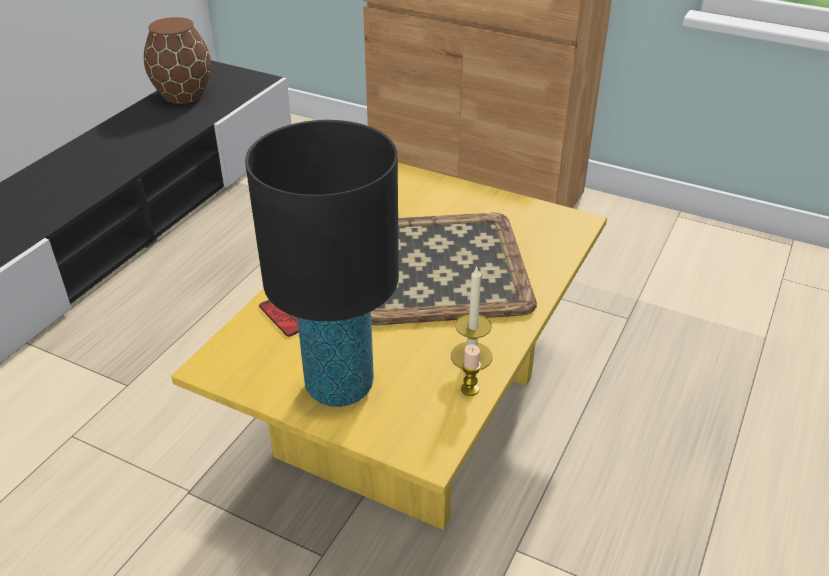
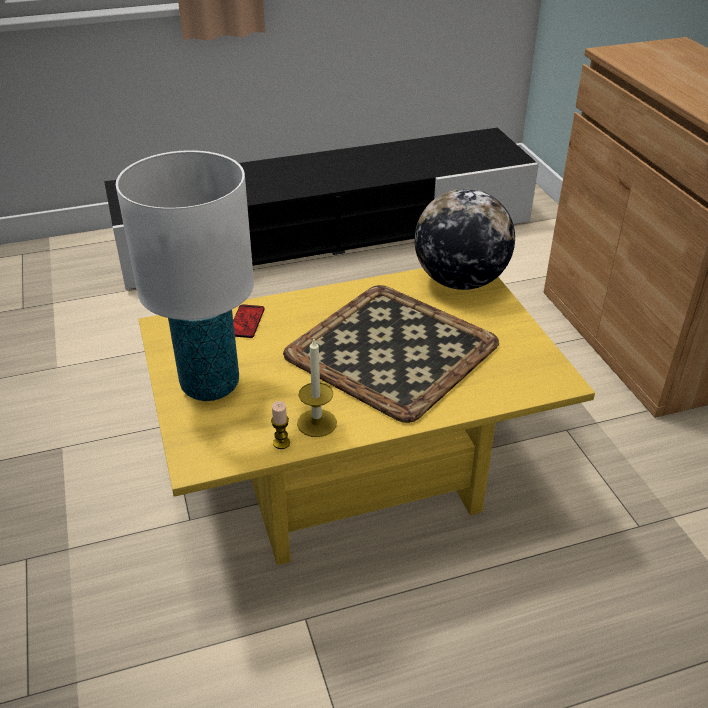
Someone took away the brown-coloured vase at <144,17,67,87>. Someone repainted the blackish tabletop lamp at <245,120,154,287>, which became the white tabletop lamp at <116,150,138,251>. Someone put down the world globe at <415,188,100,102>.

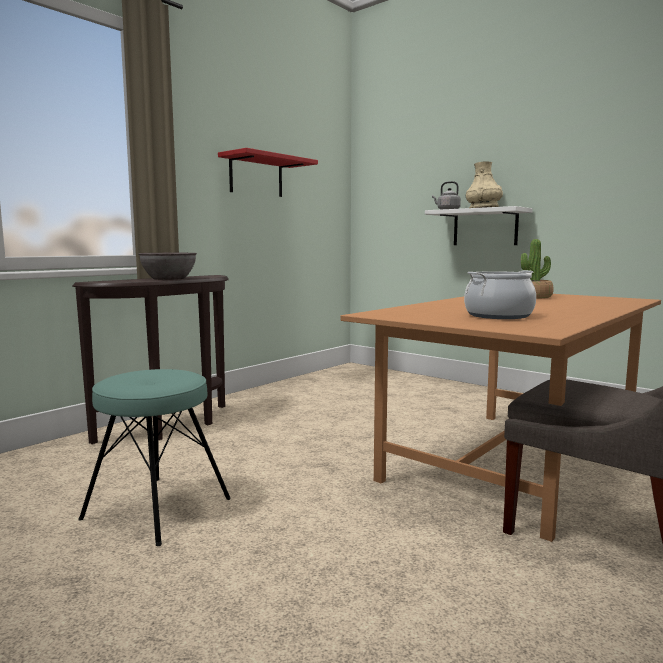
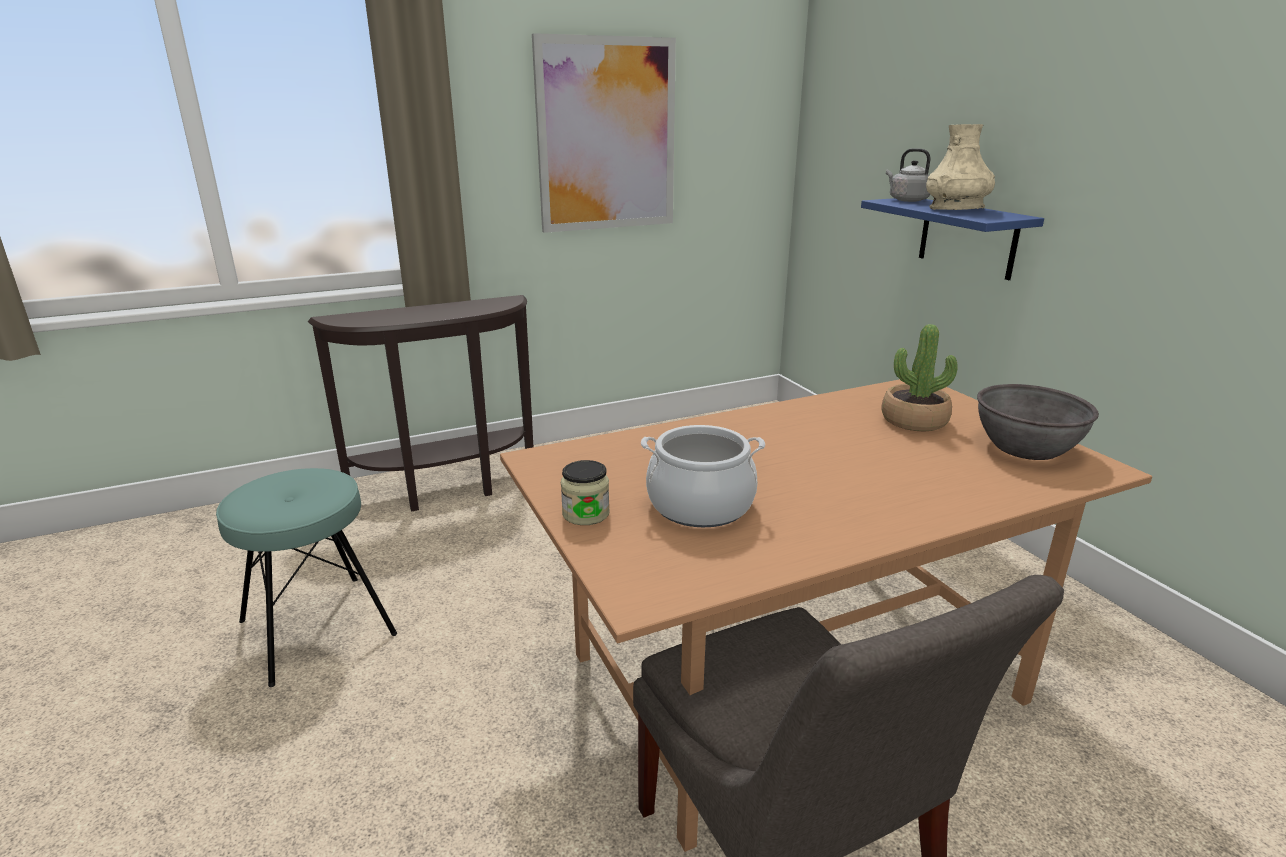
Someone carried the greyish serving bowl from <138,253,59,27> to <977,384,122,76>. Someone swapped the red shelf at <218,148,100,49> for the wall picture at <532,33,144,200>. Someone repainted the white shelf at <425,206,108,39>, which became the blue shelf at <861,198,183,82>. Someone put down the storage jar at <561,460,49,65>.

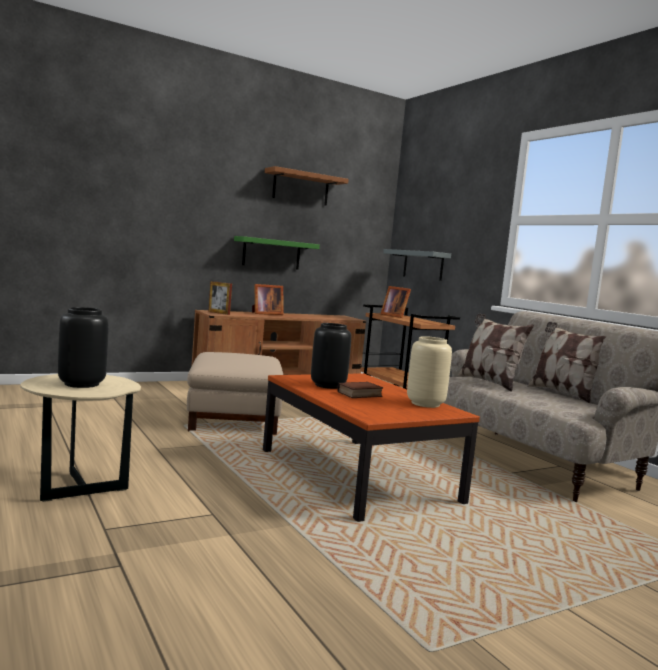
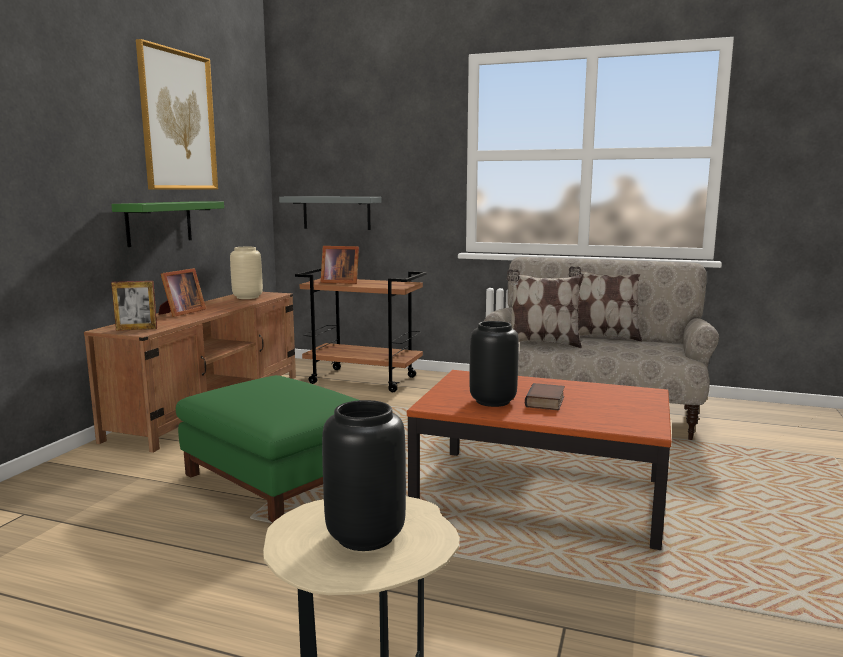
Someone repainted the sand-coloured pouffe at <187,352,96,83>, which became the green pouffe at <176,375,182,148>. Someone swapped the brown-coloured shelf at <265,166,84,40> for the wall picture at <136,39,82,151>. Someone carried the sand-coloured vase from <407,336,45,72> to <230,247,33,52>.

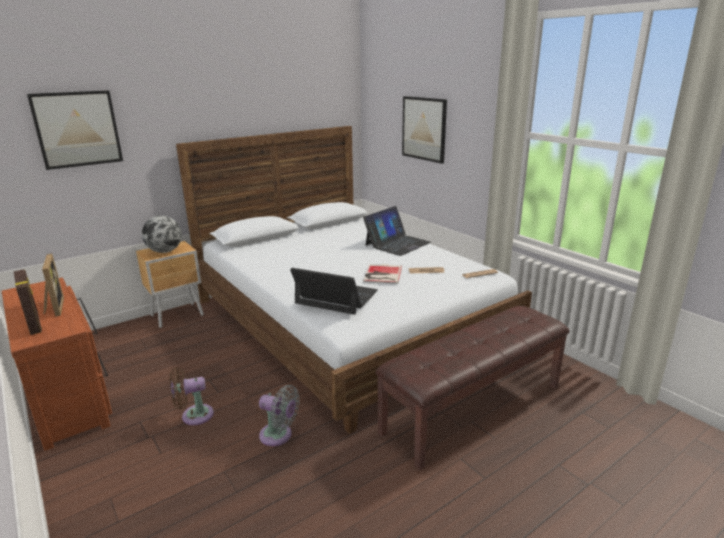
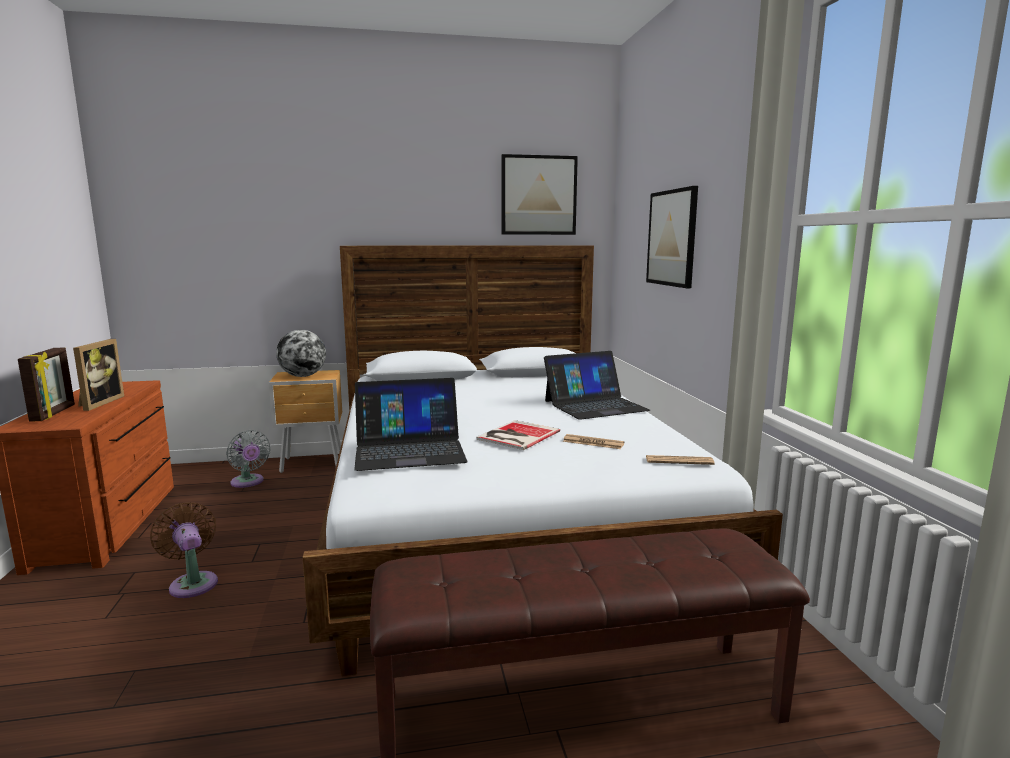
Someone carried the wall picture from <27,90,96,80> to <501,154,77,81>. Someone rotated the brown-coloured electric fan at <170,367,44,58> by 45 degrees clockwise. Someone carried the greyish electric fan from <259,385,41,61> to <226,430,45,58>. Someone rotated the laptop at <290,268,88,47> by 120 degrees clockwise.

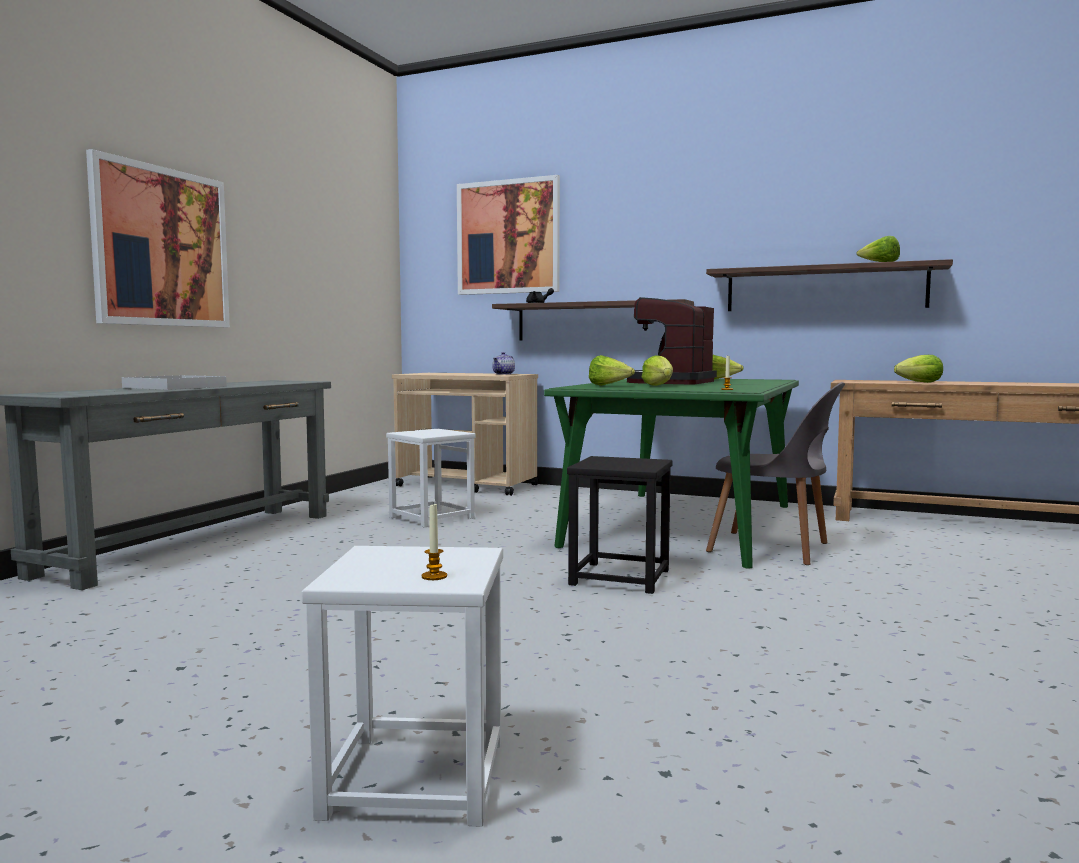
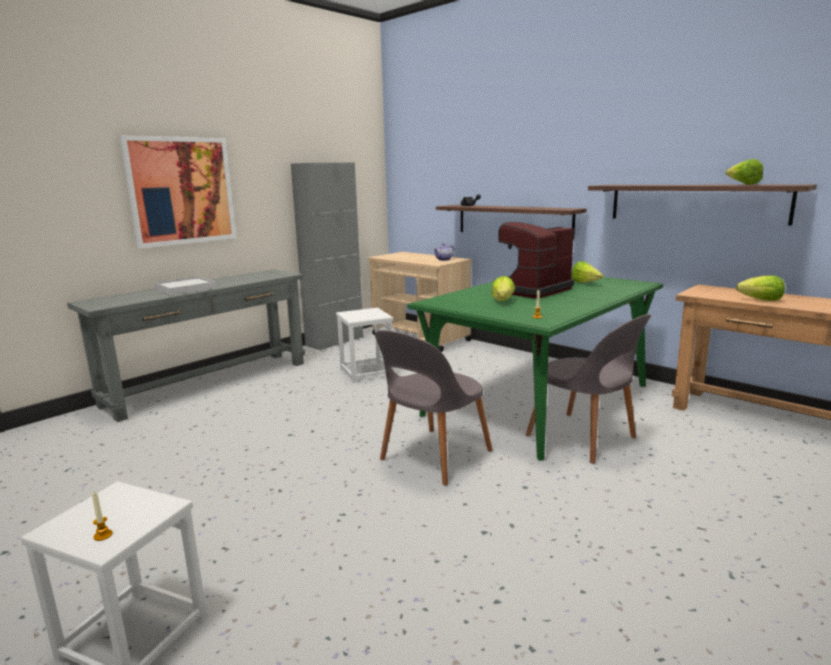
Someone took away the wall picture at <457,175,103,120>. Someone swapped the blackish stool at <567,456,105,138> for the greyish plain chair at <375,330,117,155>. Someone took away the lettuce head at <589,355,46,31>. Someone put down the greyish cupboard at <291,163,73,188>.

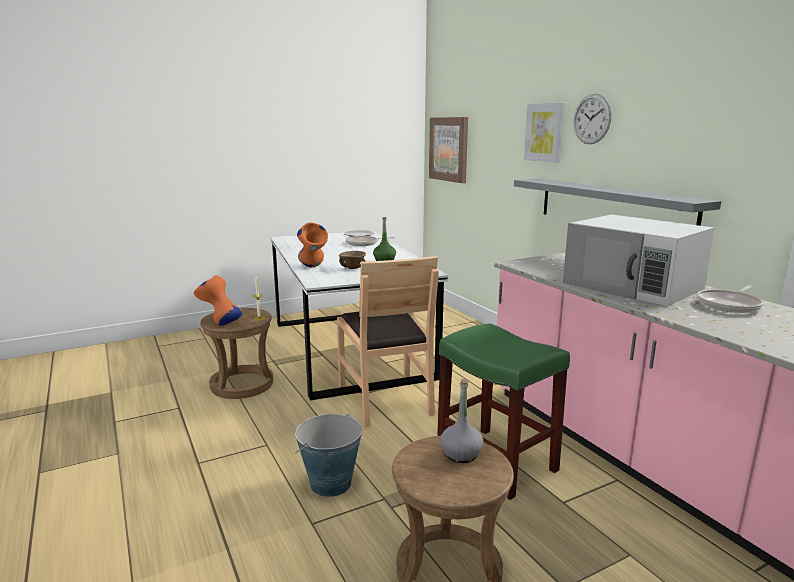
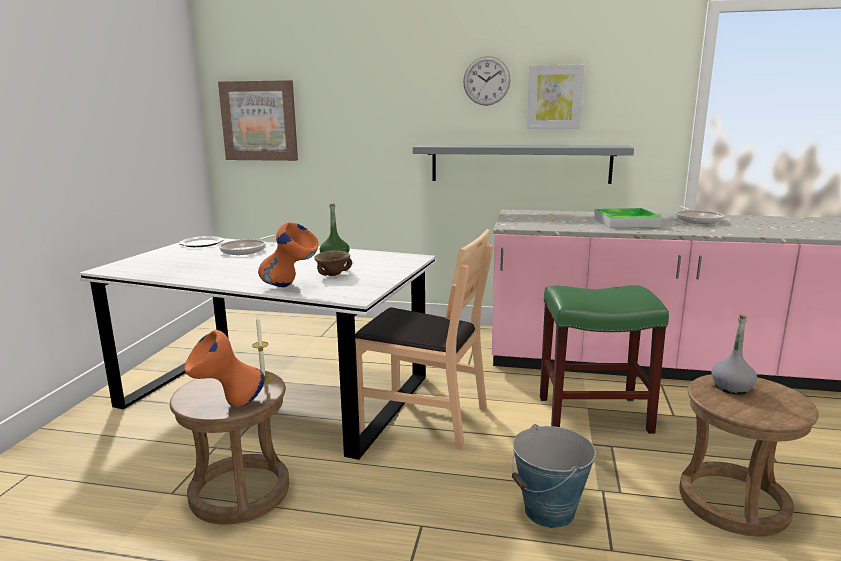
Someone carried the wall picture from <524,103,41,60> to <527,65,57,64>. Someone swapped the white microwave oven at <563,214,152,92> for the carrying tray at <594,208,68,20>.

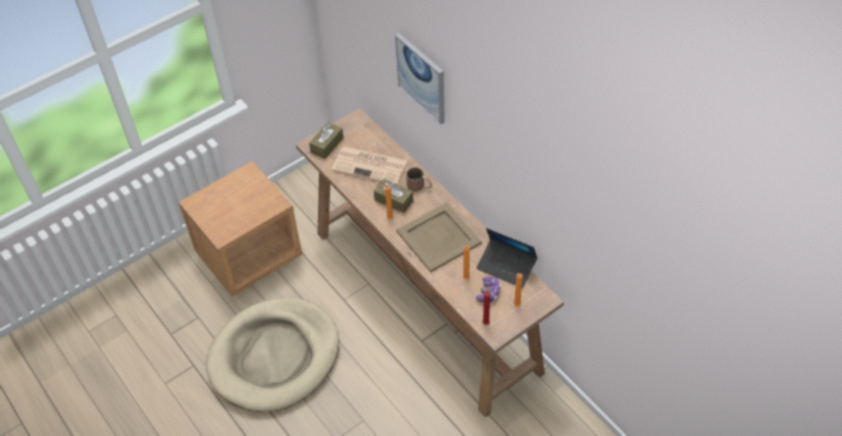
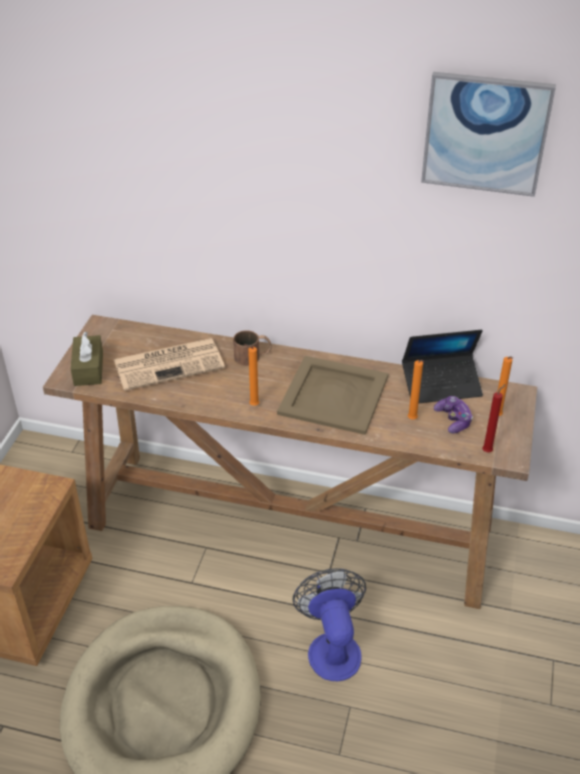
Someone took away the brown-coloured box of tissues at <374,179,39,34>. Someone carried the wall picture from <395,33,50,92> to <421,72,135,125>. Someone put down the electric fan at <293,568,73,113>.

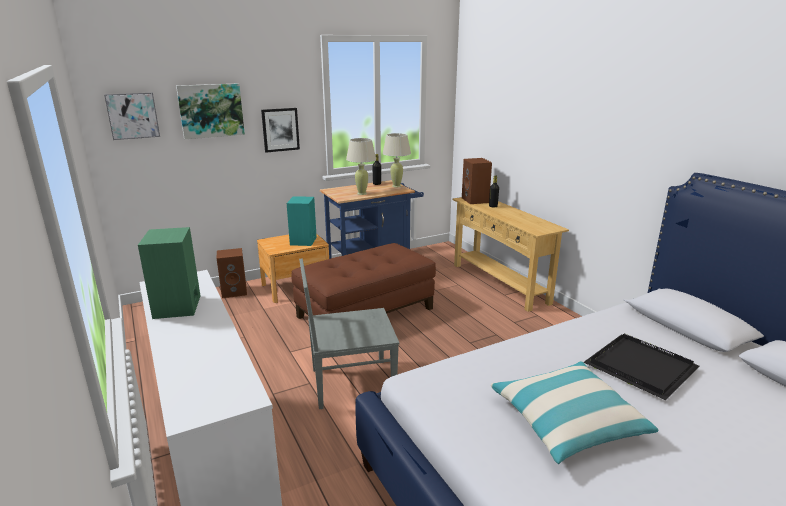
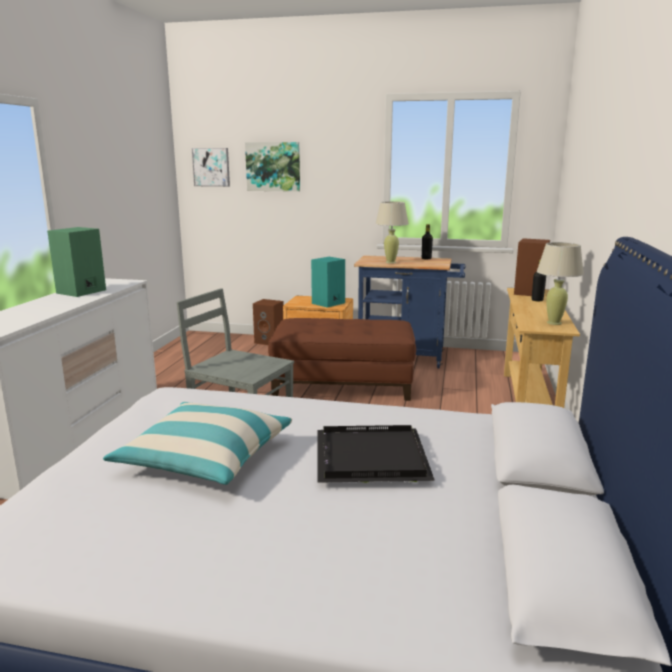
Someone took away the wall picture at <261,108,39,45>. Someone carried the sand-coloured tabletop lamp from <383,133,28,55> to <537,242,47,83>.

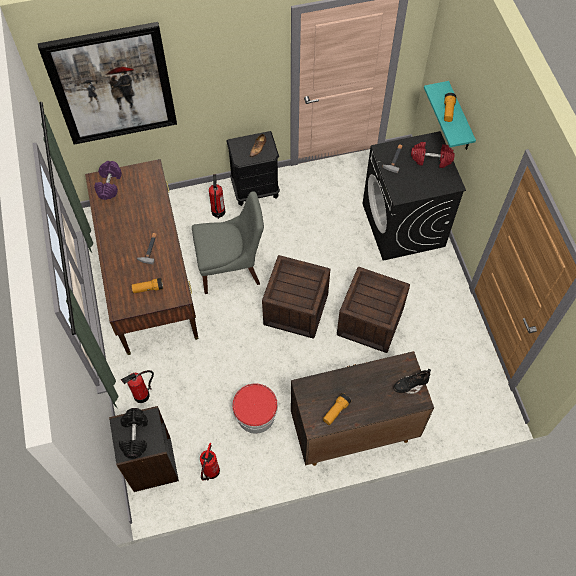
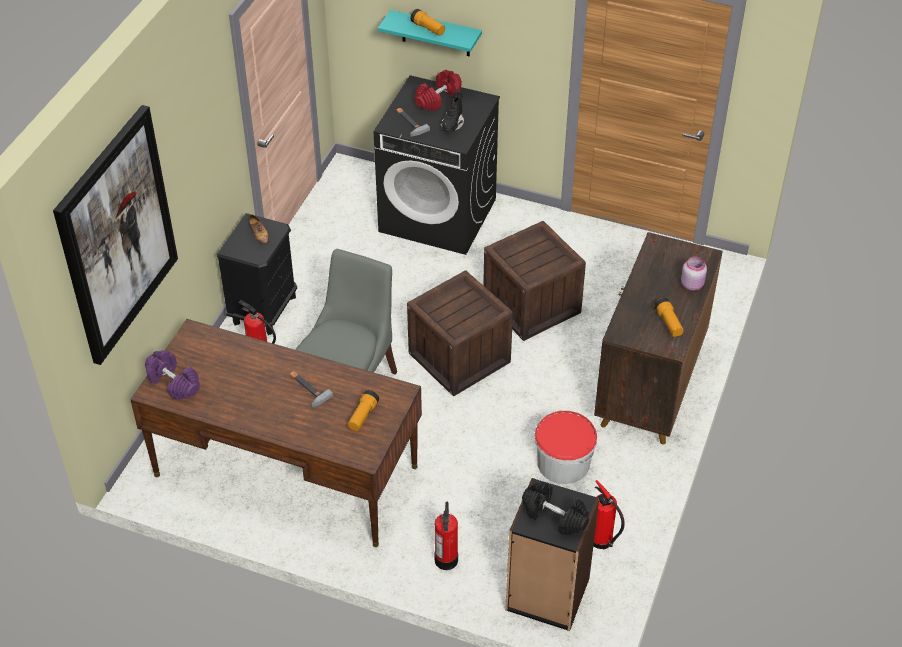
Someone carried the blackish boot from <393,369,38,25> to <440,89,24,43>. Someone put down the pink-coloured storage jar at <681,256,26,35>.

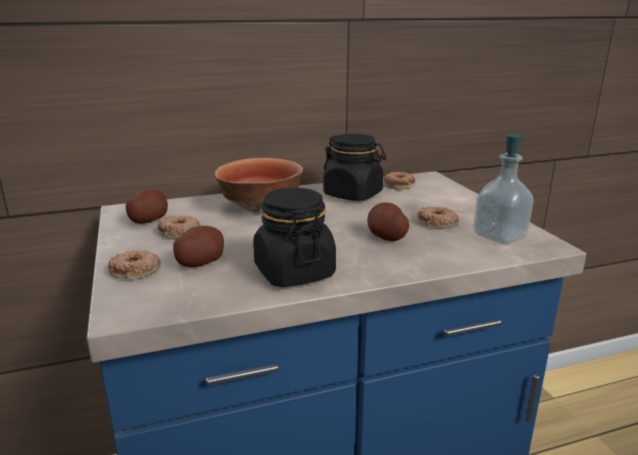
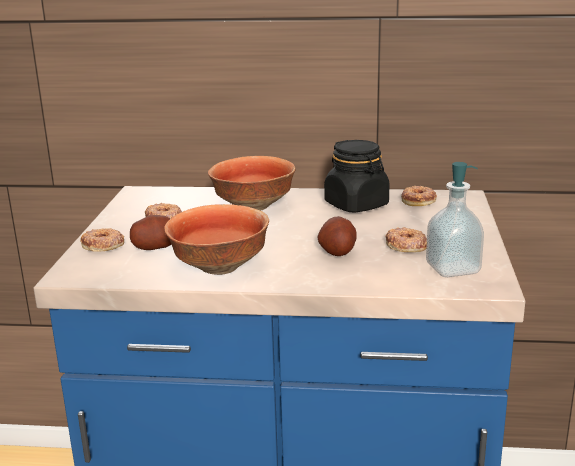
Someone took away the potato at <125,189,43,35>. Someone swapped the blackish storage jar at <253,188,83,99> for the serving bowl at <164,204,105,71>.

